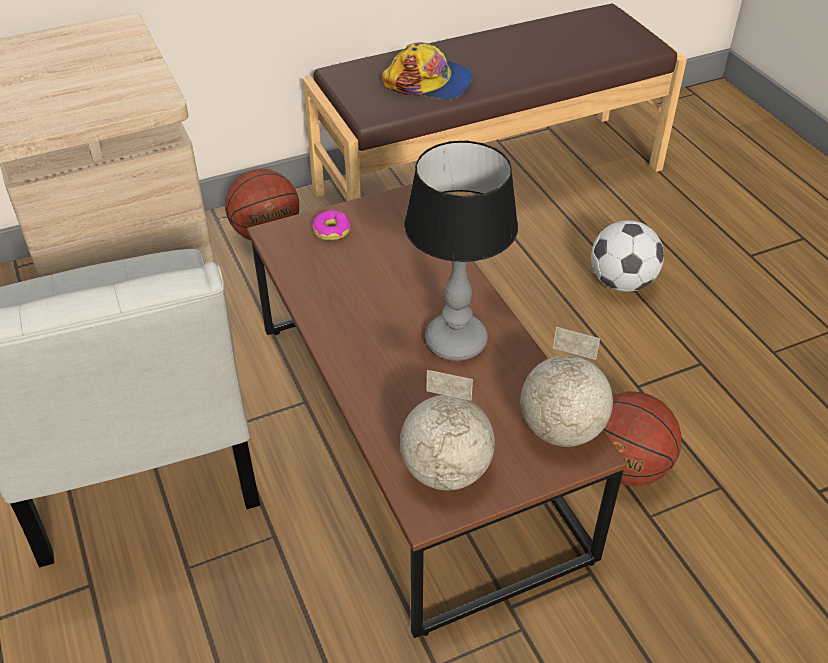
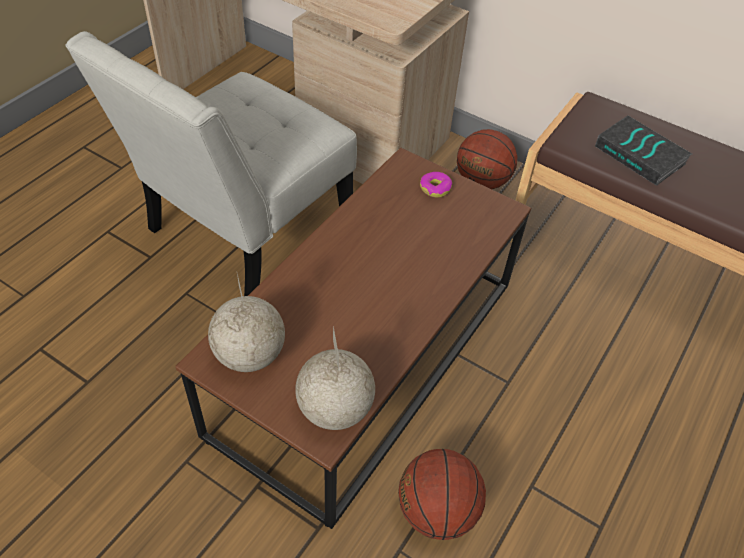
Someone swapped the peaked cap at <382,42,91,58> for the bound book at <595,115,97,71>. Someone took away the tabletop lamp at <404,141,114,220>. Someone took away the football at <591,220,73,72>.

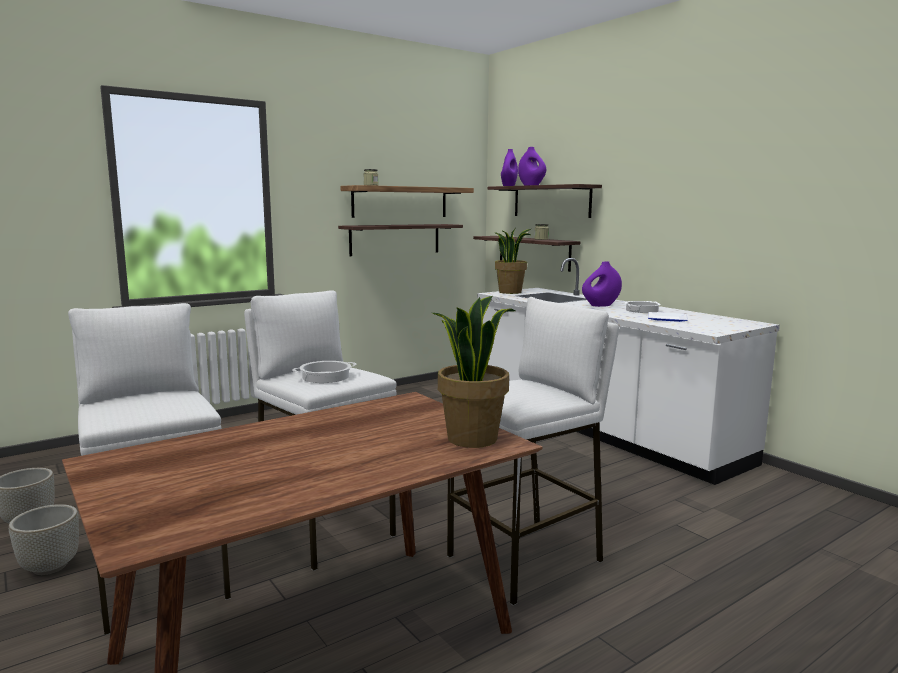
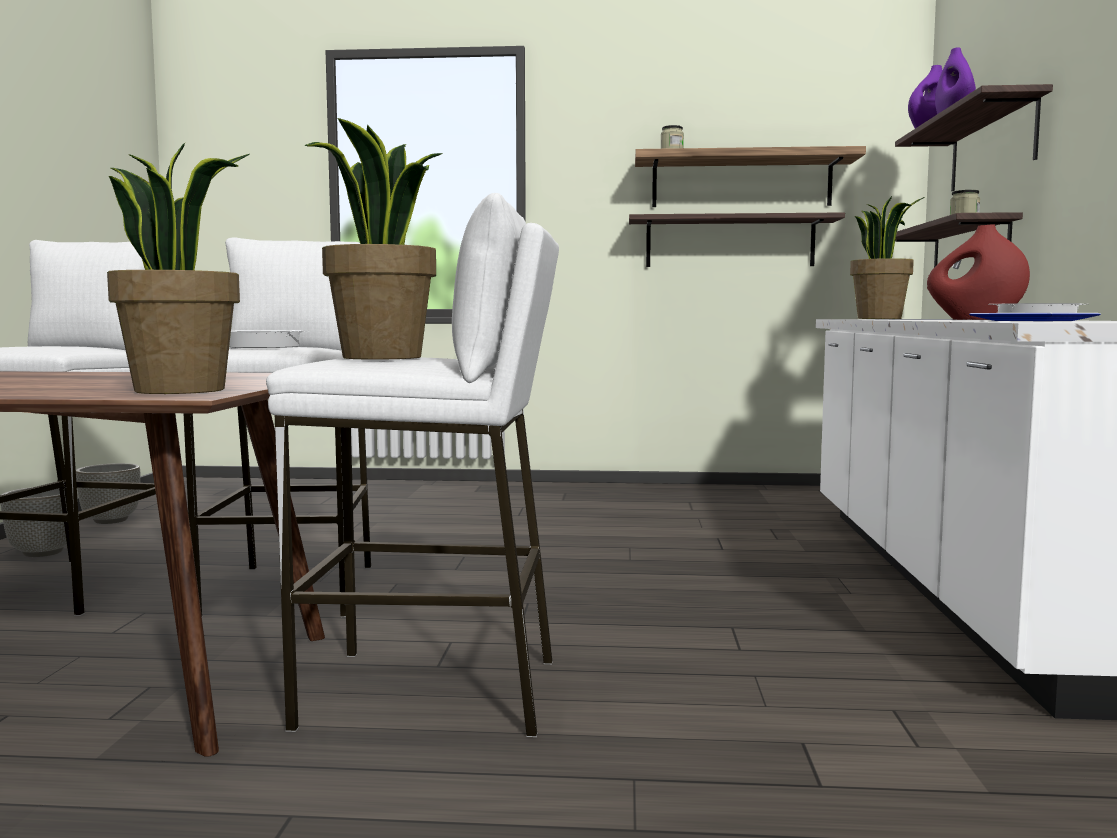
Someone repainted the purple-coloured vase at <582,261,40,46>, which became the red vase at <927,224,103,96>. Someone put down the houseplant at <304,118,139,242>.

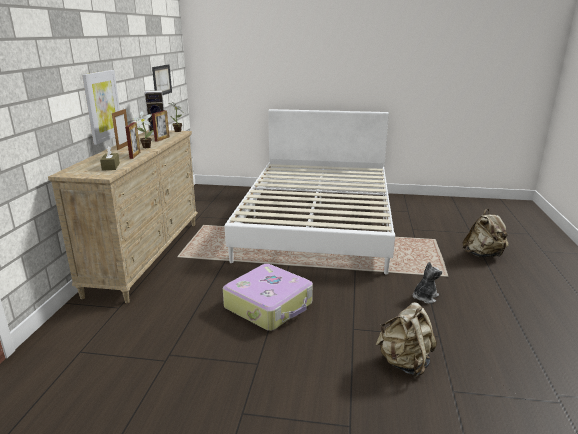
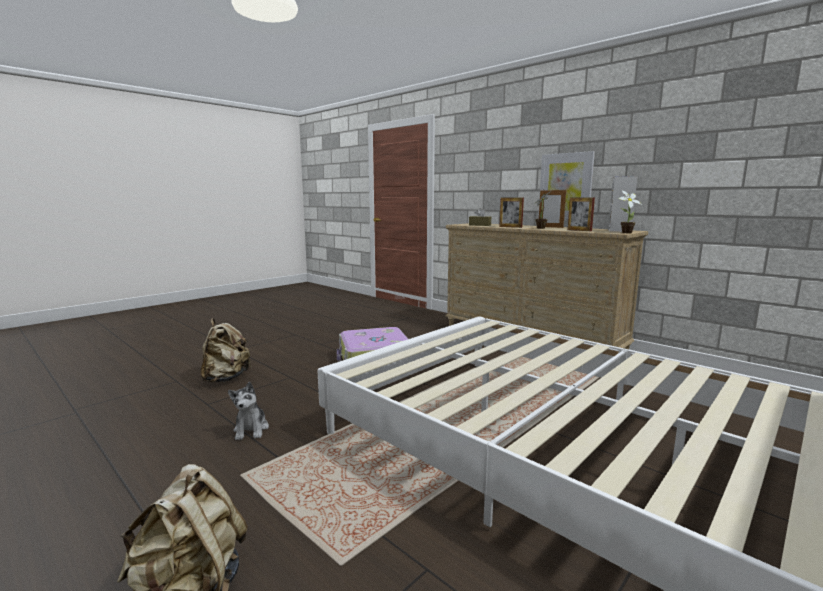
Someone took away the wall picture at <152,64,20,31>.

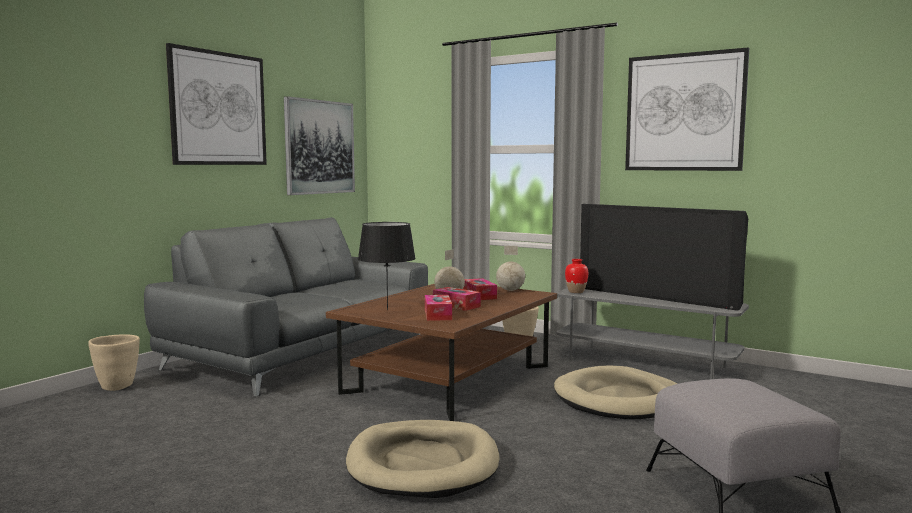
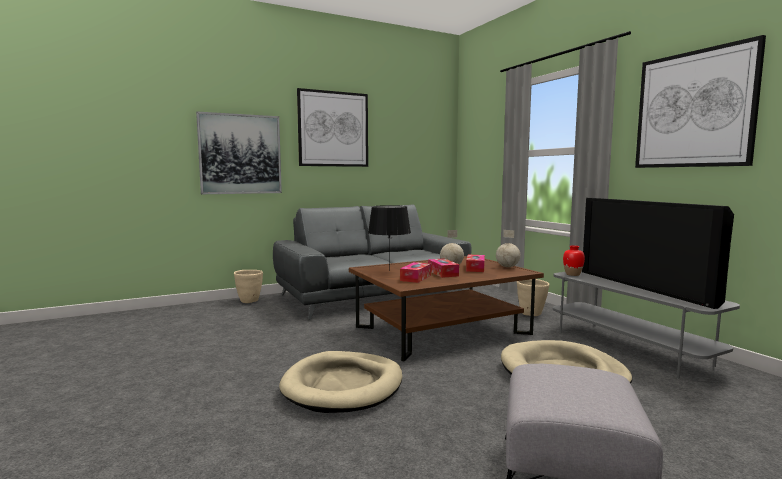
Someone carried the wall picture from <284,96,71,99> to <196,112,86,82>.

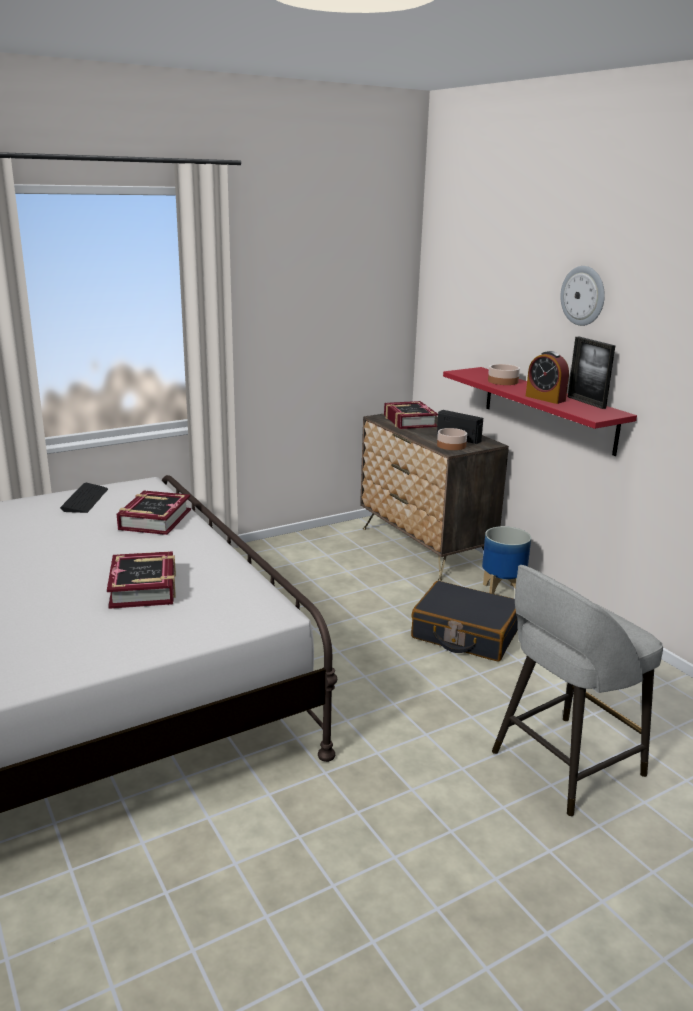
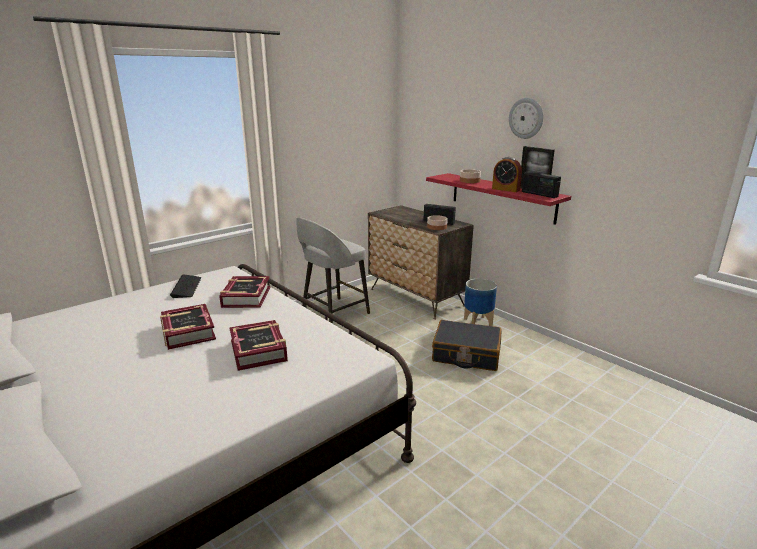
Someone carried the bound book from <384,401,54,28> to <160,304,56,46>. Someone carried the greyish stool from <492,565,171,252> to <297,218,73,106>. Someone put down the radio set at <522,171,39,27>.

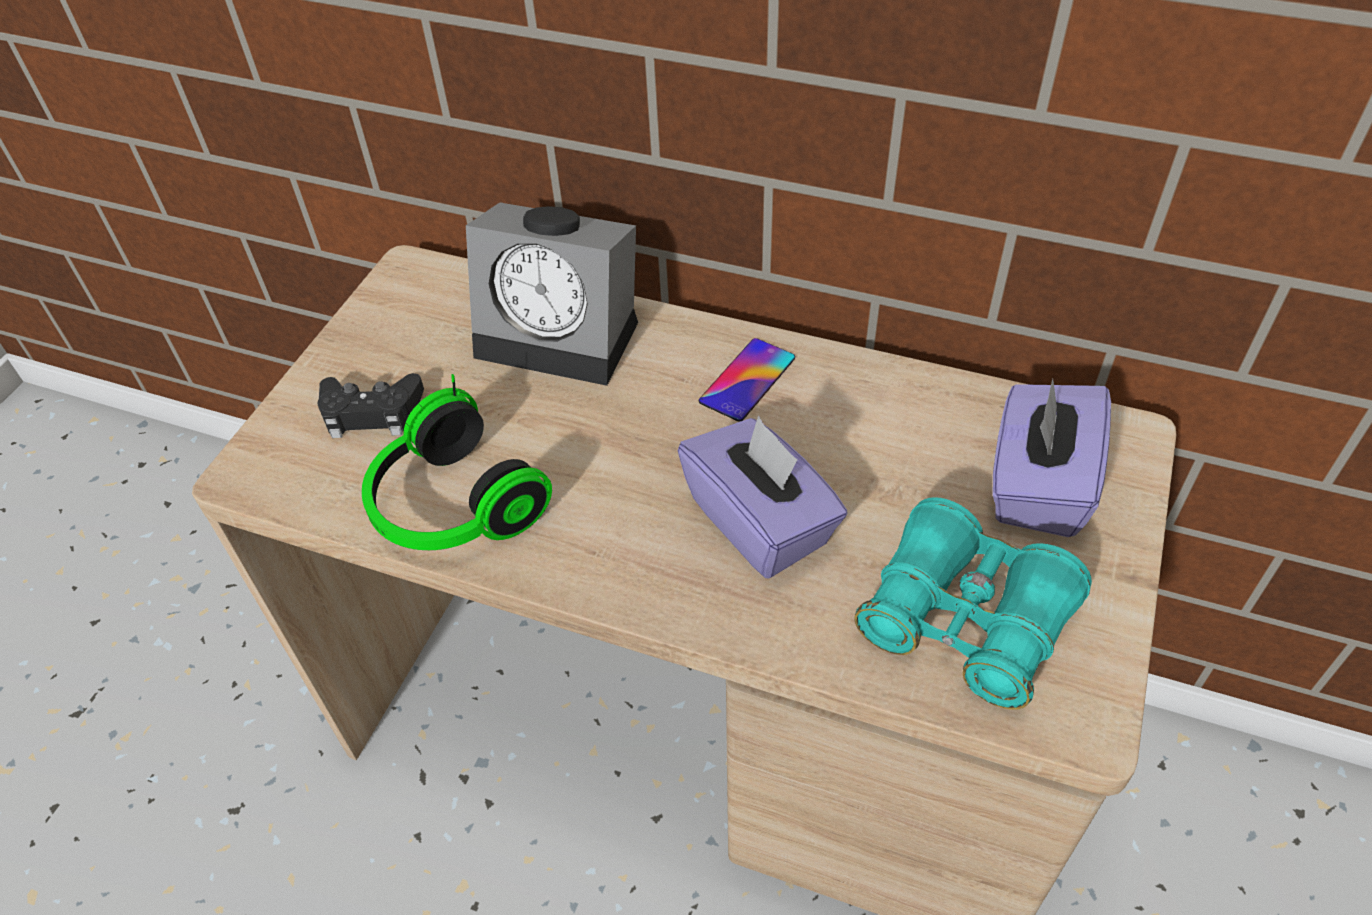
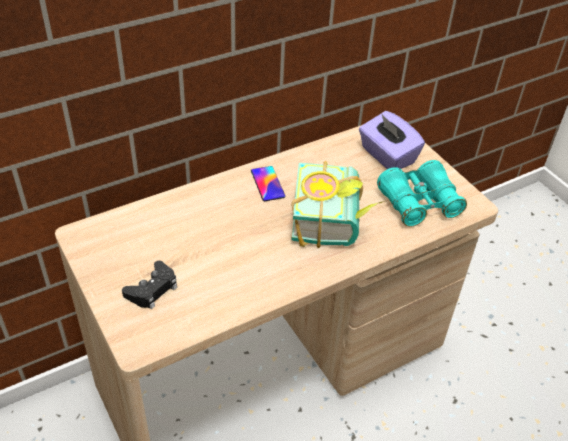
Someone took away the pair of headphones at <362,374,190,176>. Someone took away the alarm clock at <466,202,172,184>. Someone swapped the purple-coloured box of tissues at <678,415,170,163> for the bound book at <291,161,91,87>.

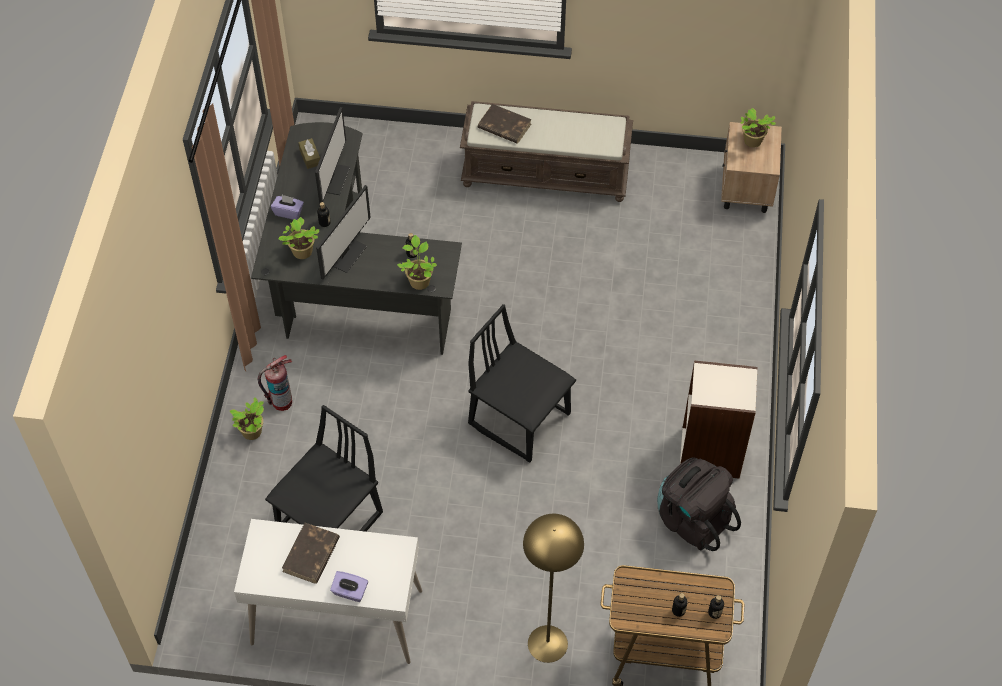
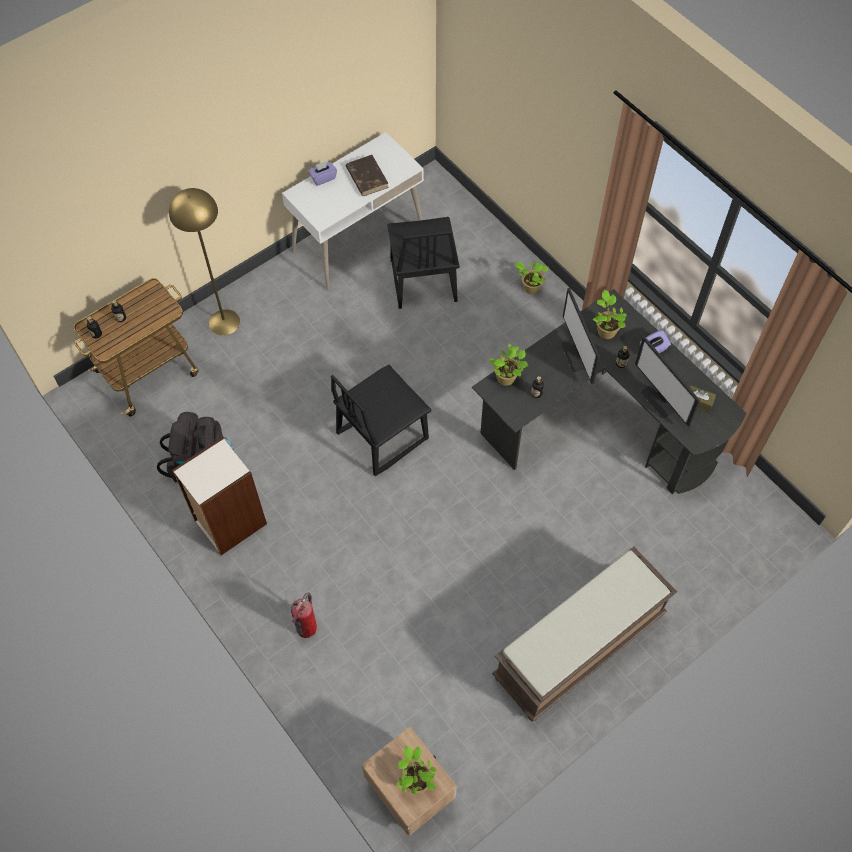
Someone carried the fire extinguisher from <257,355,35,56> to <291,593,26,45>. Someone rotated the blackish plain chair at <468,304,108,159> by 150 degrees clockwise. Someone took away the brown-coloured bound book at <478,104,54,40>.

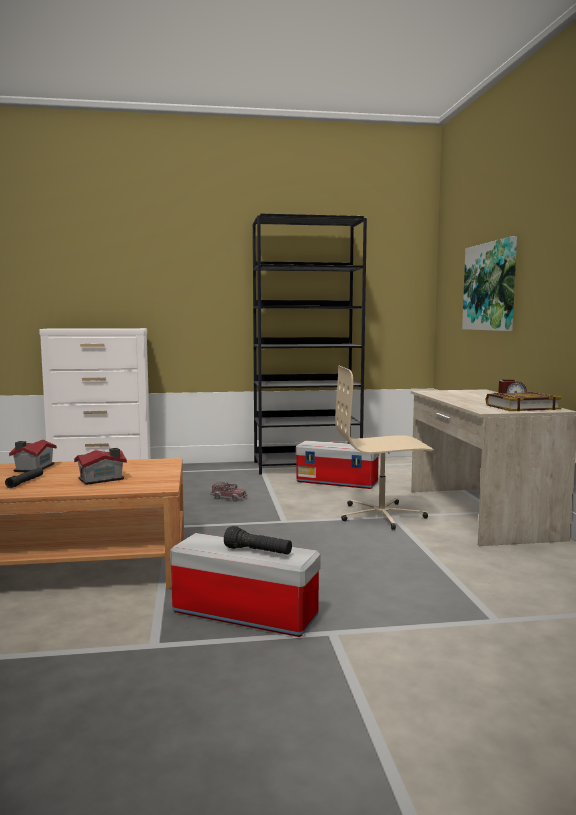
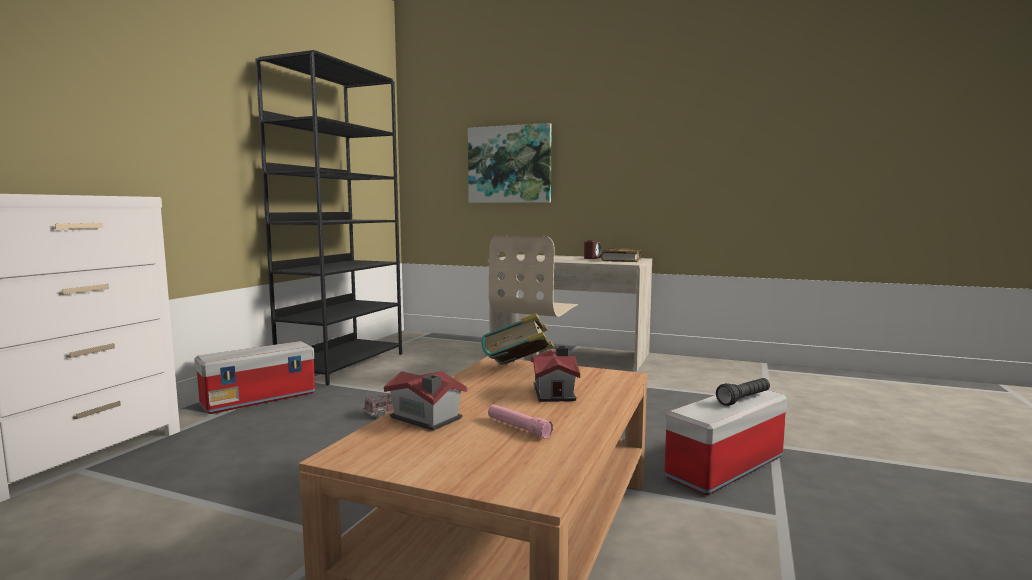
Someone repainted the blackish hand torch at <5,468,38,20>, which became the pink-coloured hand torch at <488,404,65,35>. Someone carried the storage box from <296,440,83,49> to <194,341,121,73>. Someone put down the bound book at <481,313,73,52>.

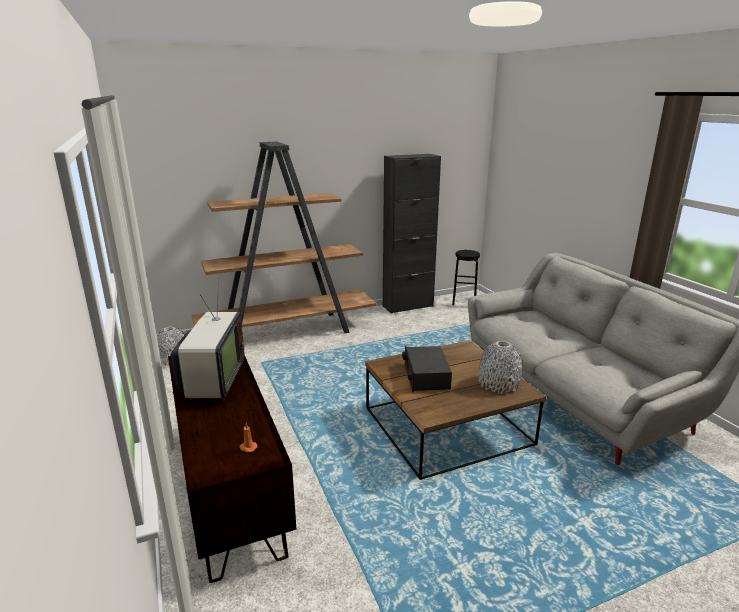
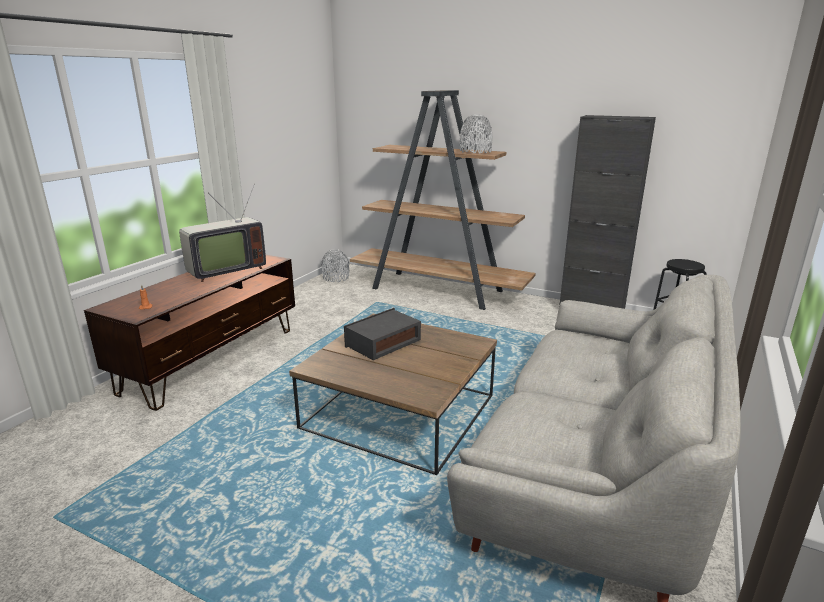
Someone carried the greyish vase from <479,341,44,53> to <460,115,33,38>.

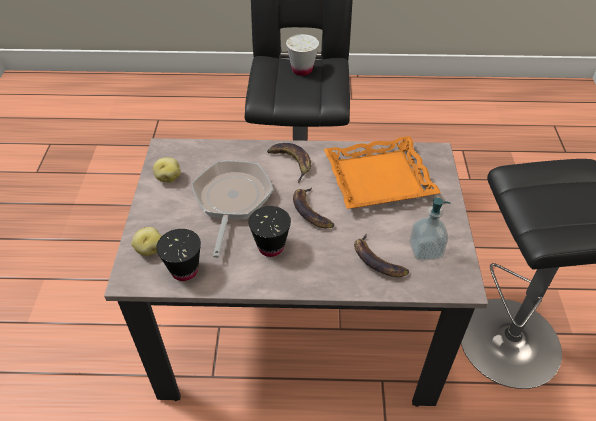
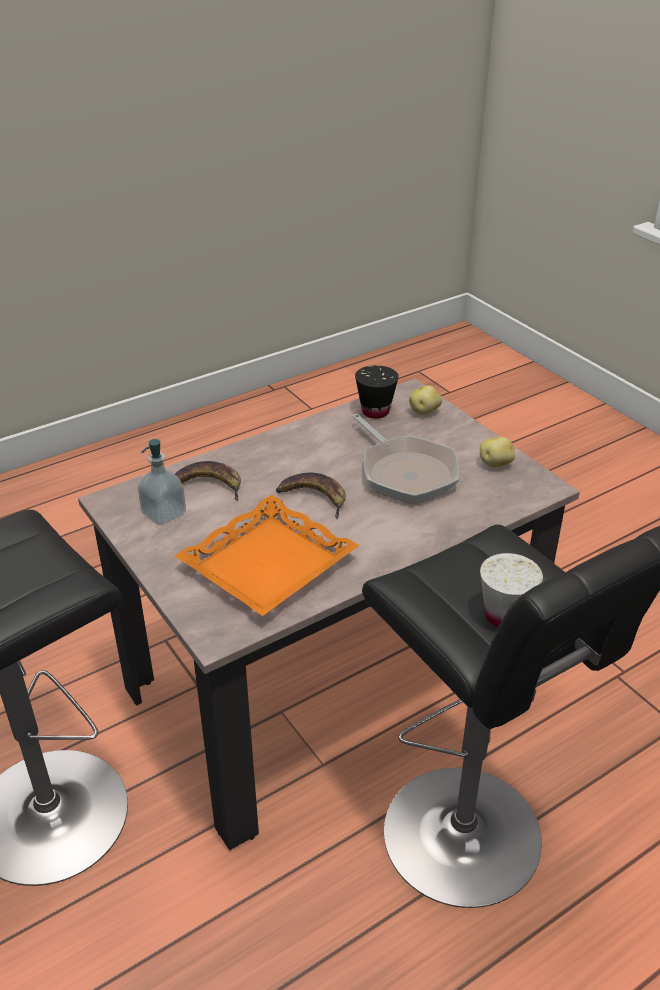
Someone took away the blackish cup at <249,206,42,51>. Someone took away the banana at <267,143,44,40>.

